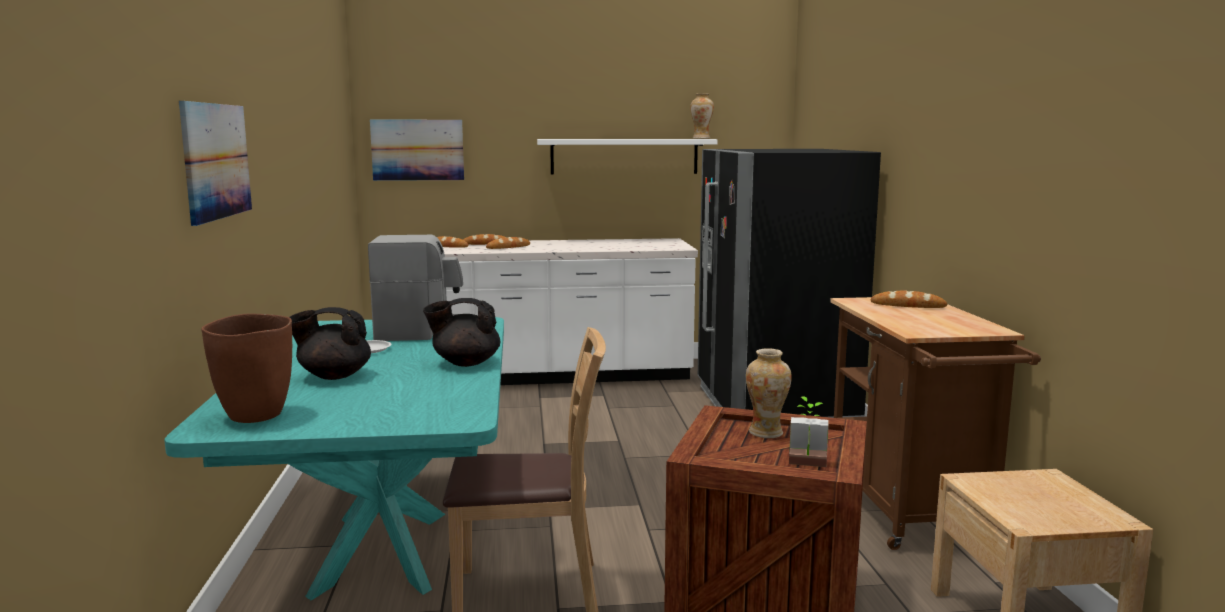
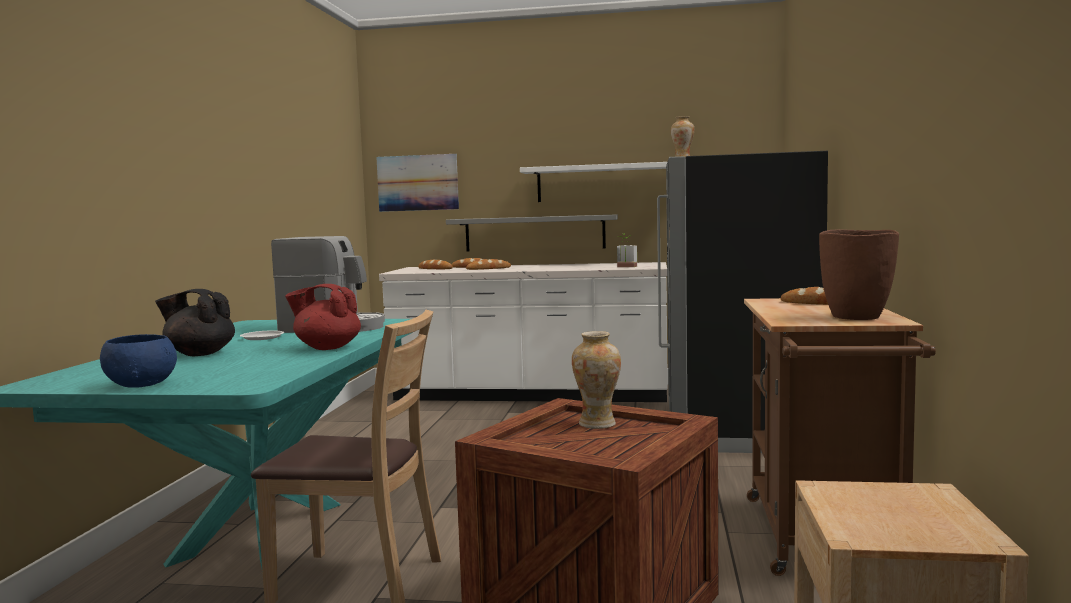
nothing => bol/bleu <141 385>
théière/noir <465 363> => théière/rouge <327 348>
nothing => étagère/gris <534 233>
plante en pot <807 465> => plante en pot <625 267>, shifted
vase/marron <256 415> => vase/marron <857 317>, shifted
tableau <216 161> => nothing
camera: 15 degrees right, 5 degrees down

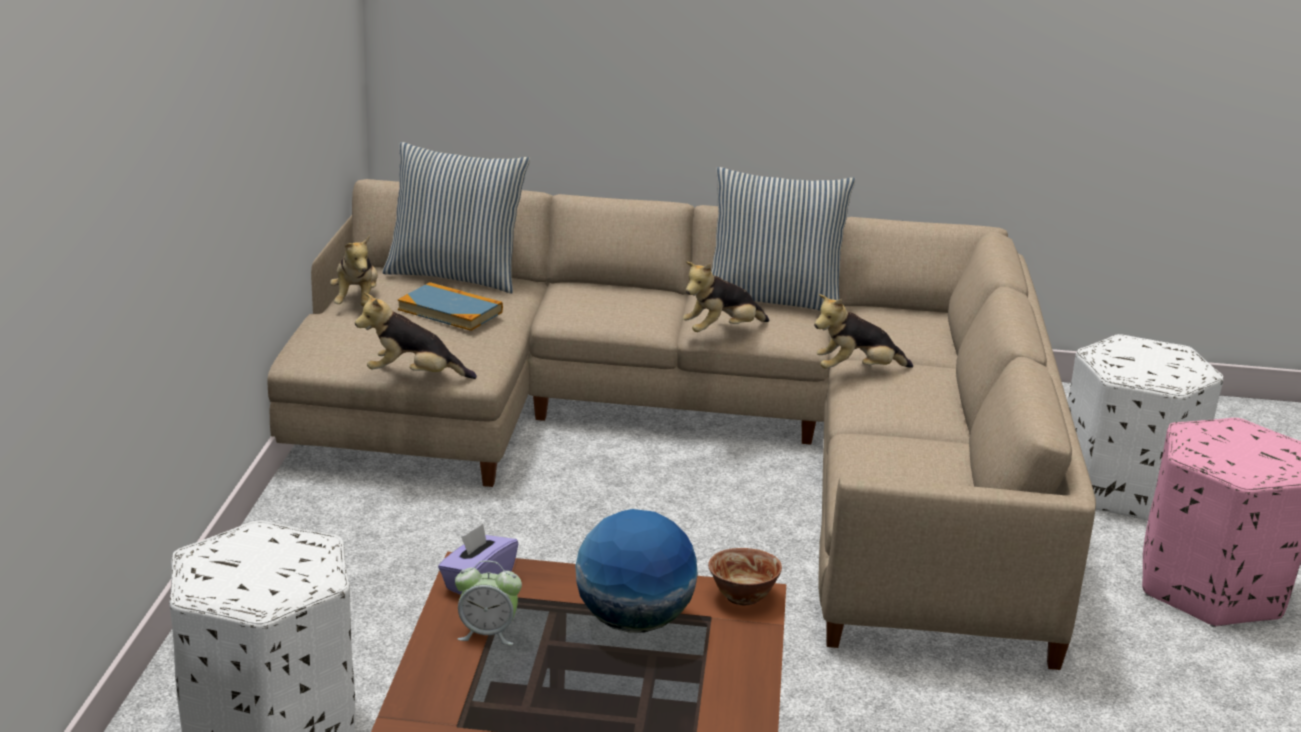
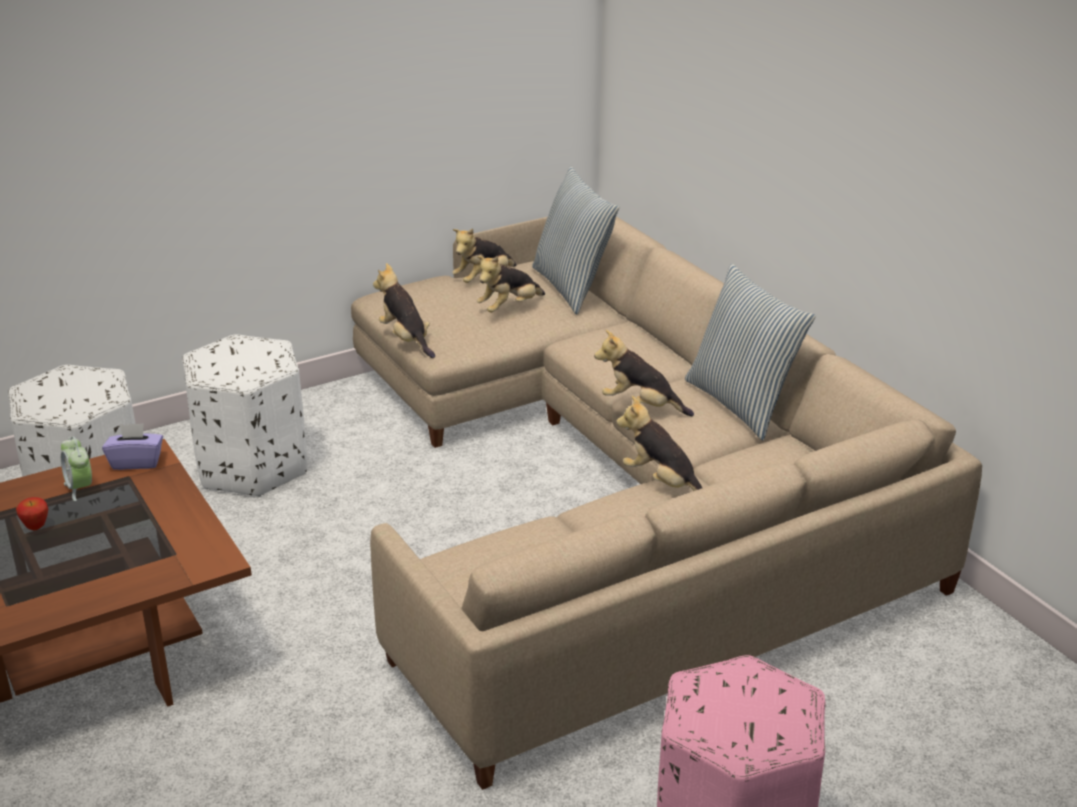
nothing => pomme <36 527>
pouf/blanc <1124 488> => pouf/blanc <253 466>, shifted
livre <450 311> => peluche <509 308>
globe <634 621> => nothing
bol <742 597> => nothing
camera: 55 degrees right, 5 degrees up

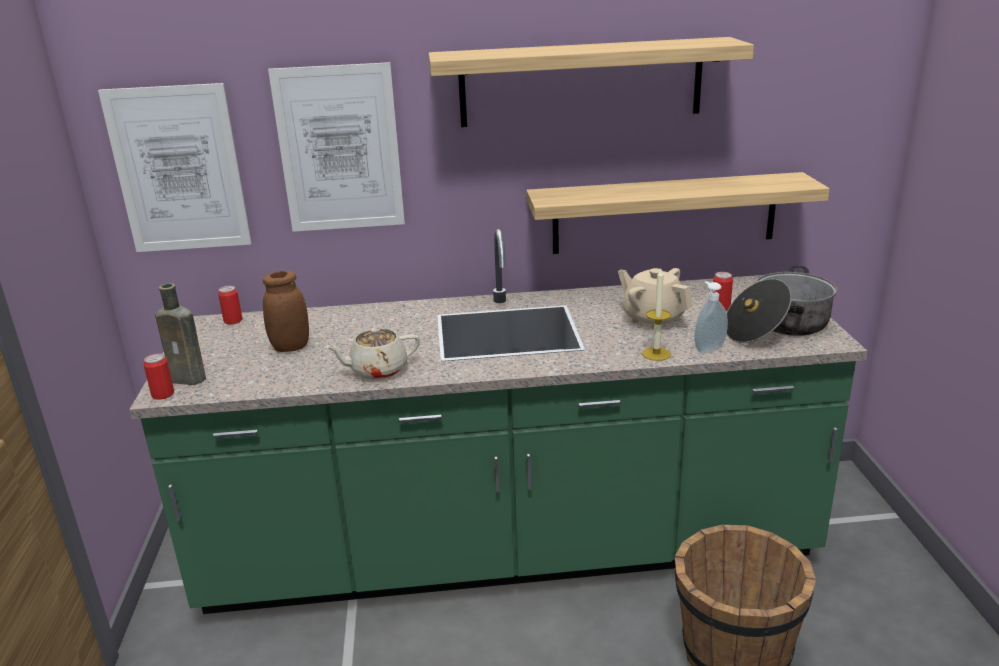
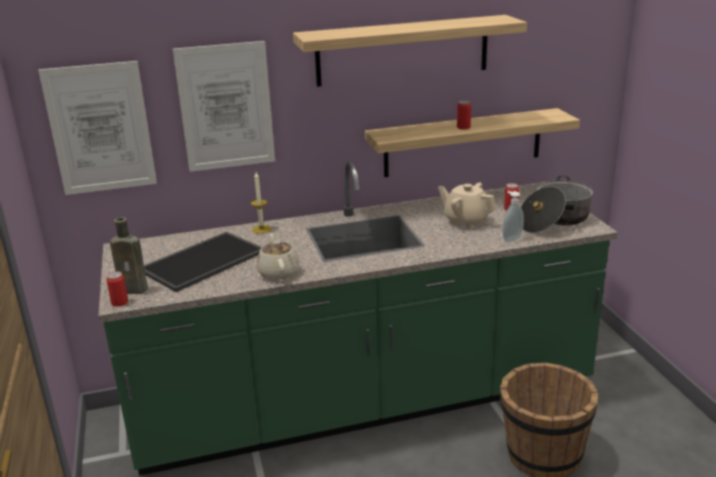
bocal/marron <290 347> => plateau <203 260>
bougie <656 354> => bougie <261 229>, shifted
théière/beige <377 370> => théière/beige <278 272>, 105 degrees clockwise
boîte métallique <233 321> => boîte métallique <463 127>, shifted
camera: 10 degrees left, 0 degrees up

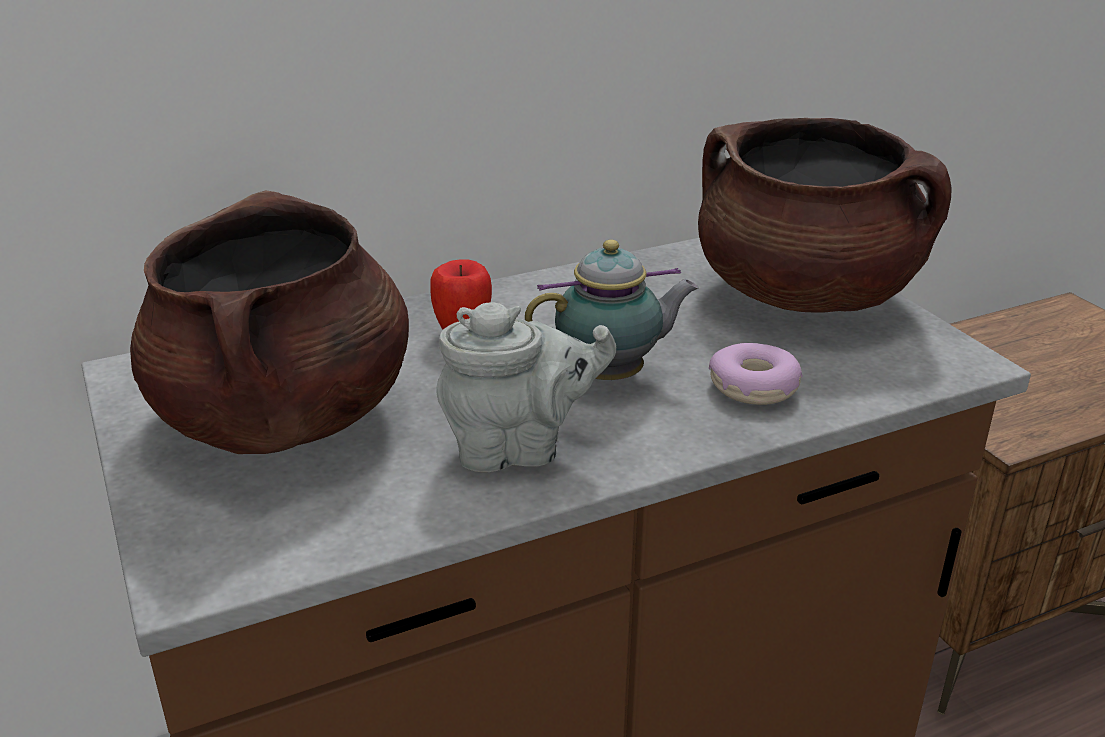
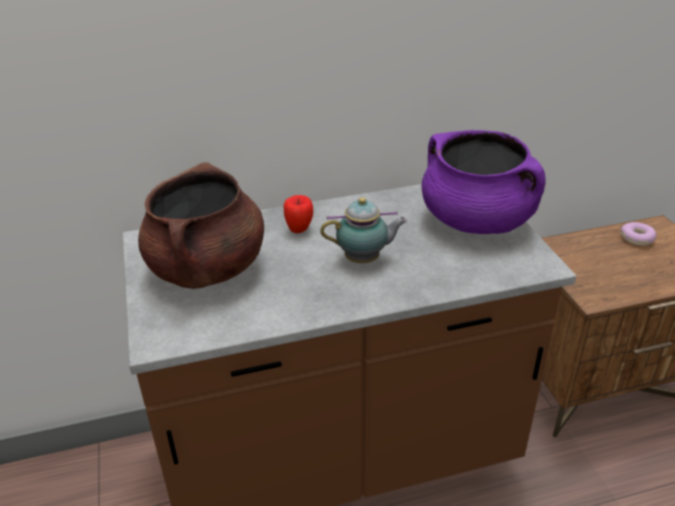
marmite/marron <805 295> => marmite/violet <477 221>
beignet <754 387> => beignet <637 239>, shifted
théière/gris <519 449> => nothing
camera: 10 degrees right, 5 degrees up

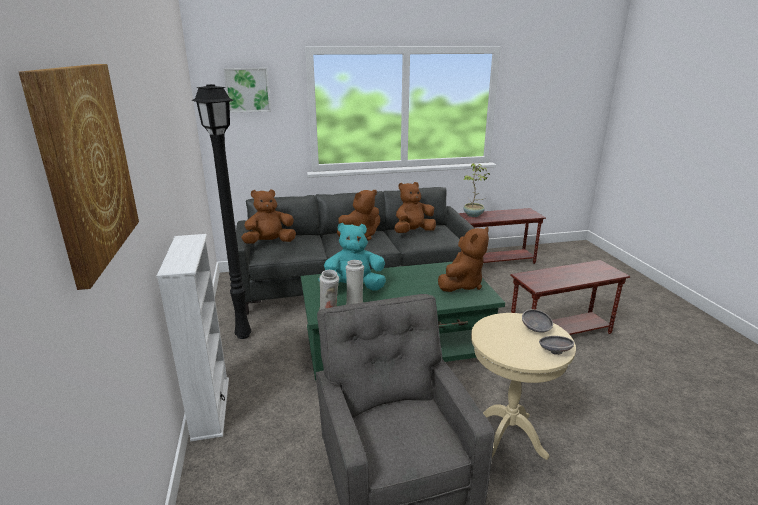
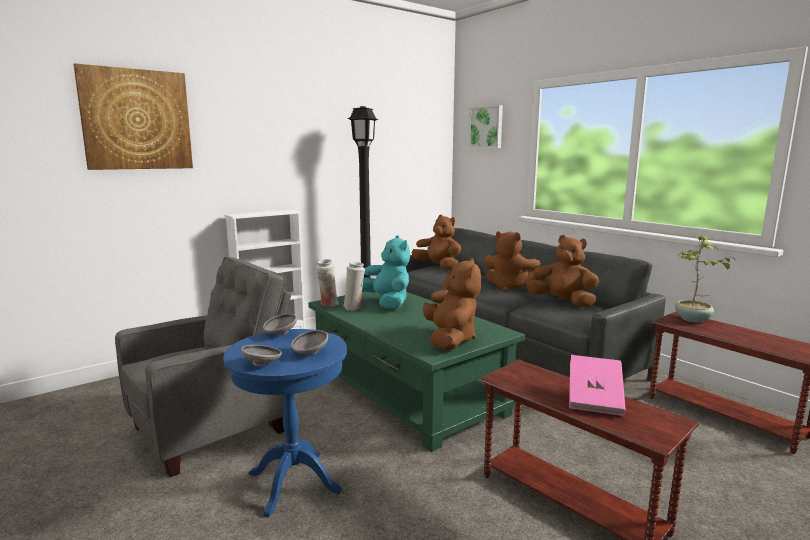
table d'appoint/beige <508 436> => table d'appoint/bleu <294 482>
nothing => bol/gris <280 334>
peluche/marron <462 284> => peluche/marron <450 339>, 105 degrees counterclockwise
nothing => livre/rose <594 399>
camera: 65 degrees right, 10 degrees down

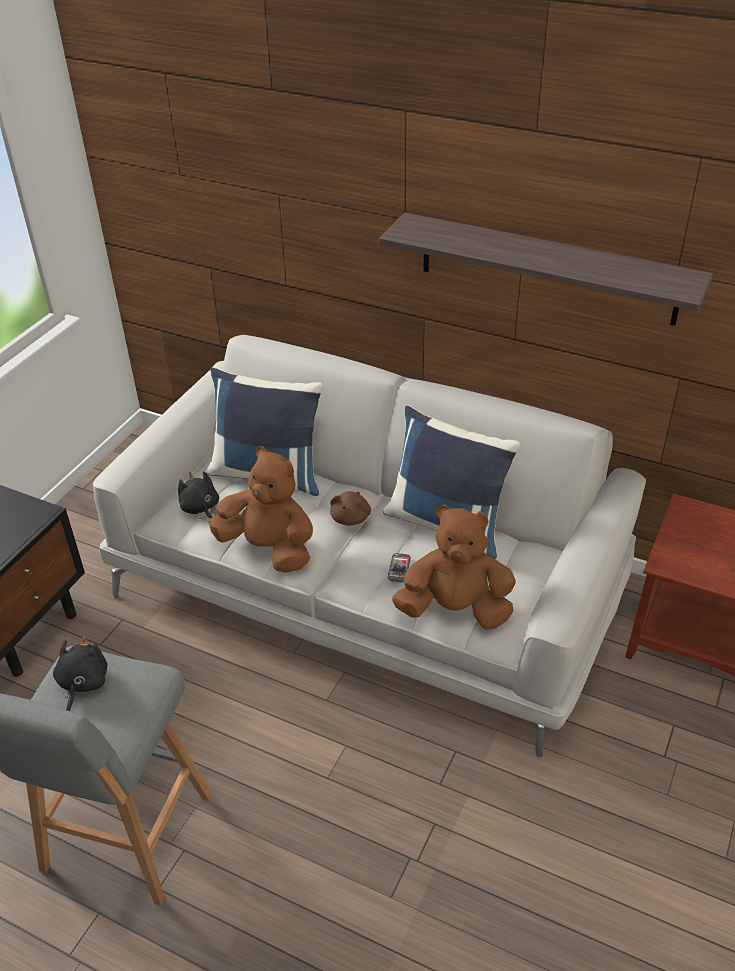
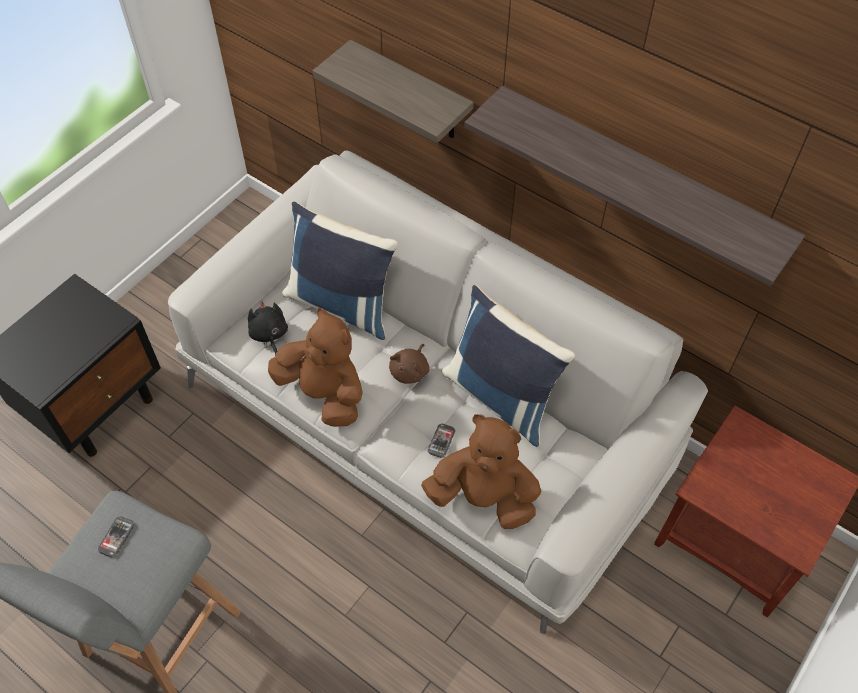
peluche/noir <82 683> => téléphone <116 537>
nothing => étagère <410 92>
camera: 10 degrees right, 15 degrees up

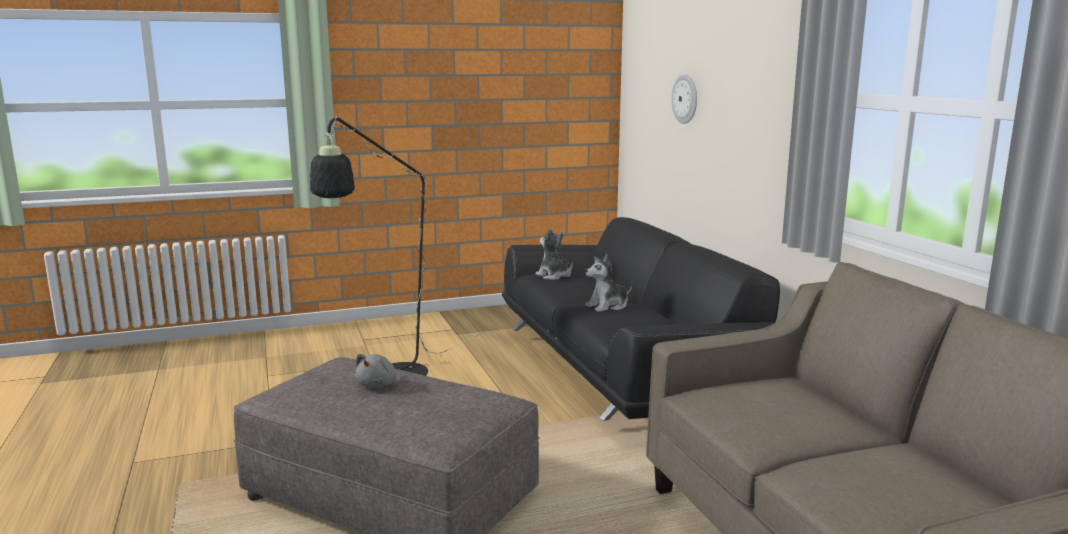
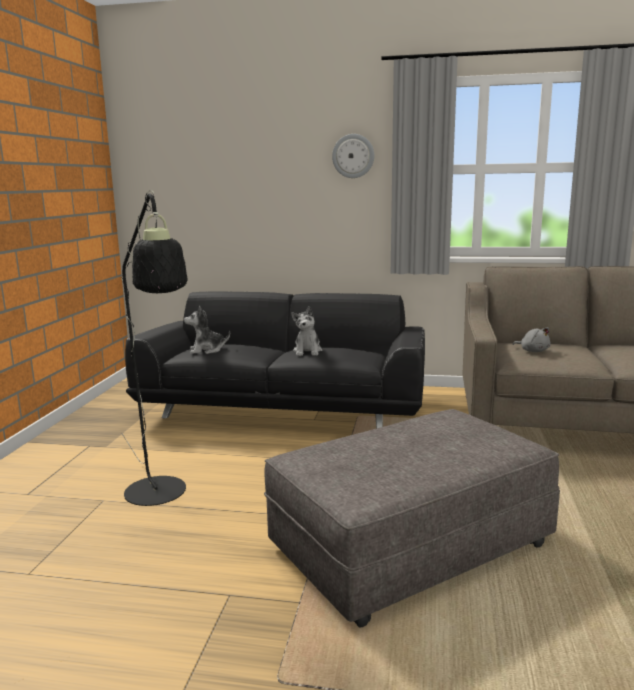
horloge murale <685 99> => horloge murale <353 156>, shifted
peluche/gris <378 385> => peluche/gris <533 351>, shifted
camera: 60 degrees left, 0 degrees up

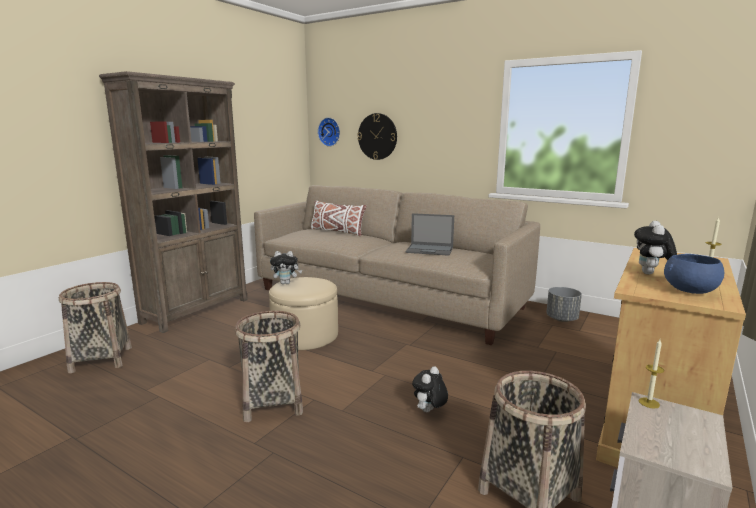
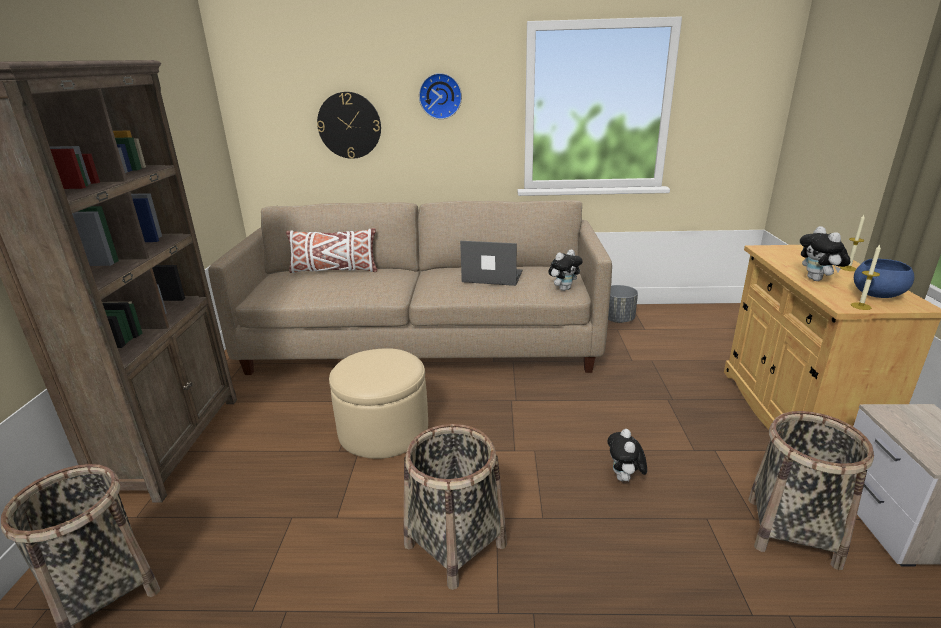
horloge murale <330 132> => horloge murale <440 96>, shifted
ordinateur portable <430 250> => ordinateur portable <491 276>, 150 degrees counterclockwise
peluche <286 283> => peluche <564 288>, shifted
bougie <649 403> => bougie <860 306>, shifted
camera: 30 degrees left, 10 degrees up

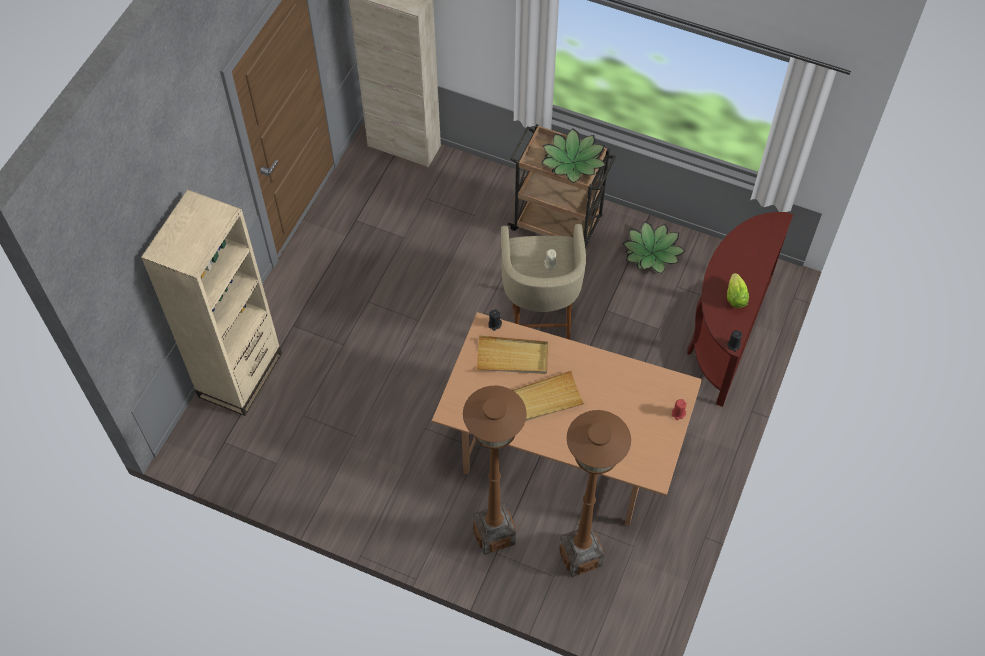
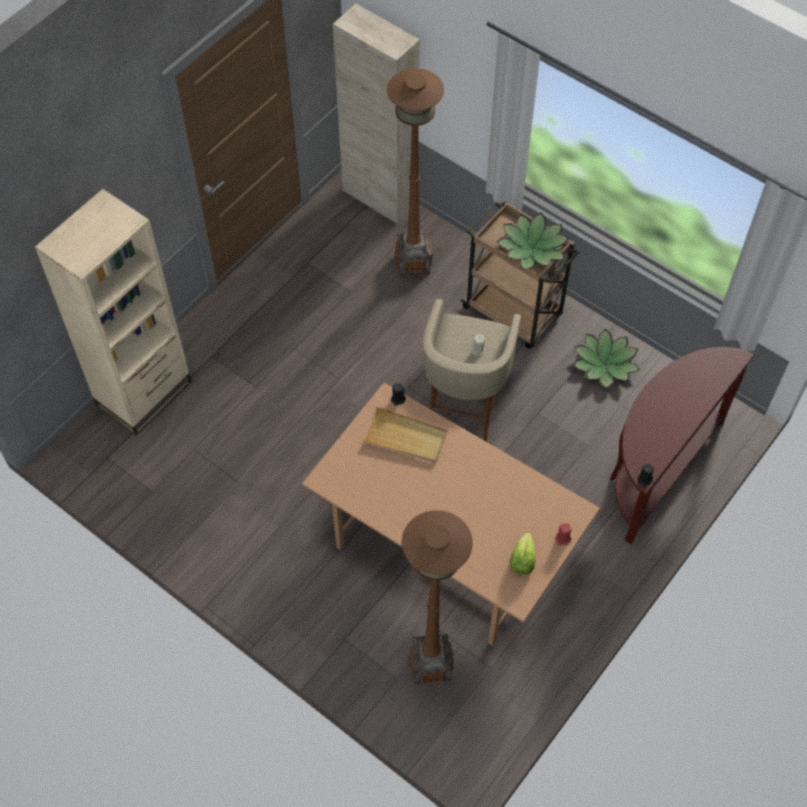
lampadaire/marron <494 535> => lampadaire/marron <413 263>, shifted
laitue <735 297> => laitue <522 560>, shifted
plateau/beige <544 400> => nothing
camera: 15 degrees right, 0 degrees up

